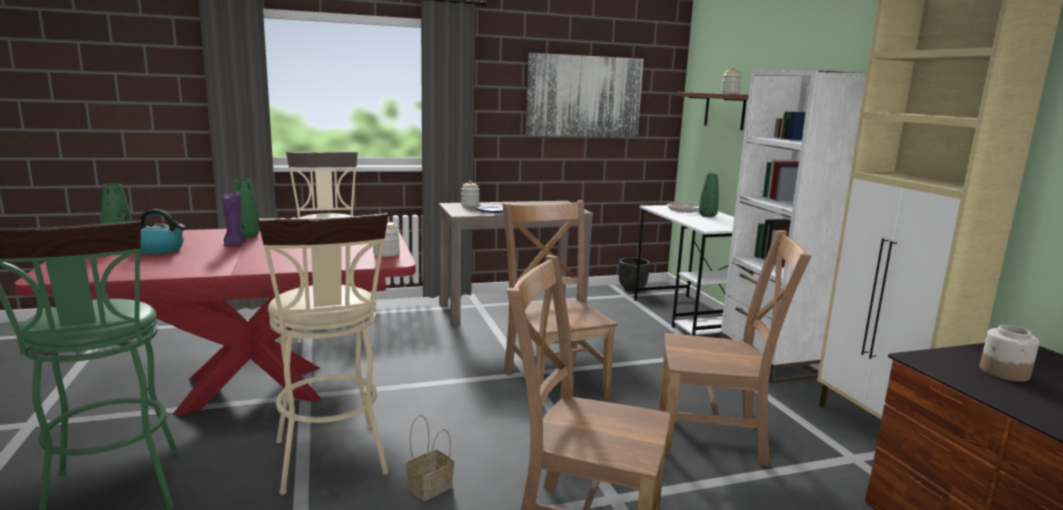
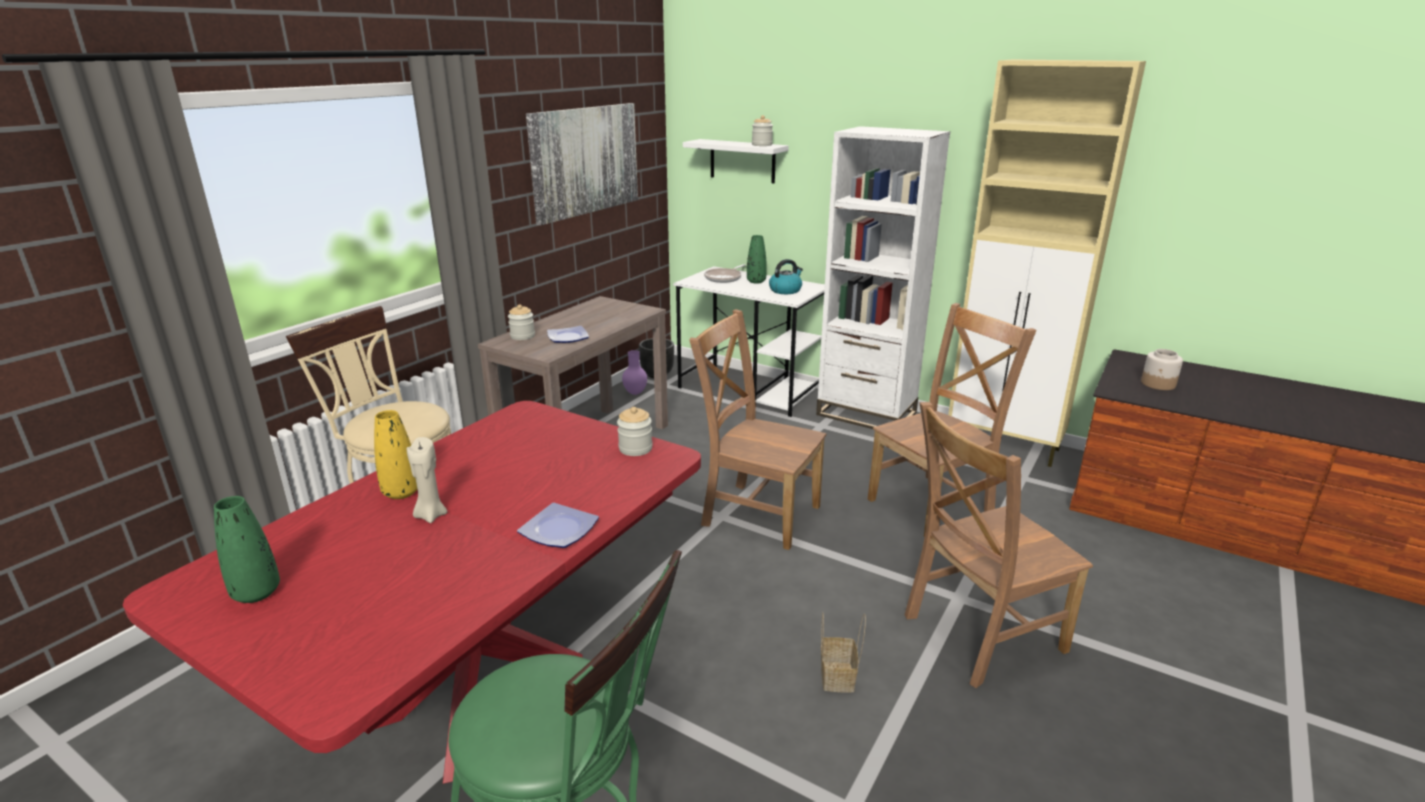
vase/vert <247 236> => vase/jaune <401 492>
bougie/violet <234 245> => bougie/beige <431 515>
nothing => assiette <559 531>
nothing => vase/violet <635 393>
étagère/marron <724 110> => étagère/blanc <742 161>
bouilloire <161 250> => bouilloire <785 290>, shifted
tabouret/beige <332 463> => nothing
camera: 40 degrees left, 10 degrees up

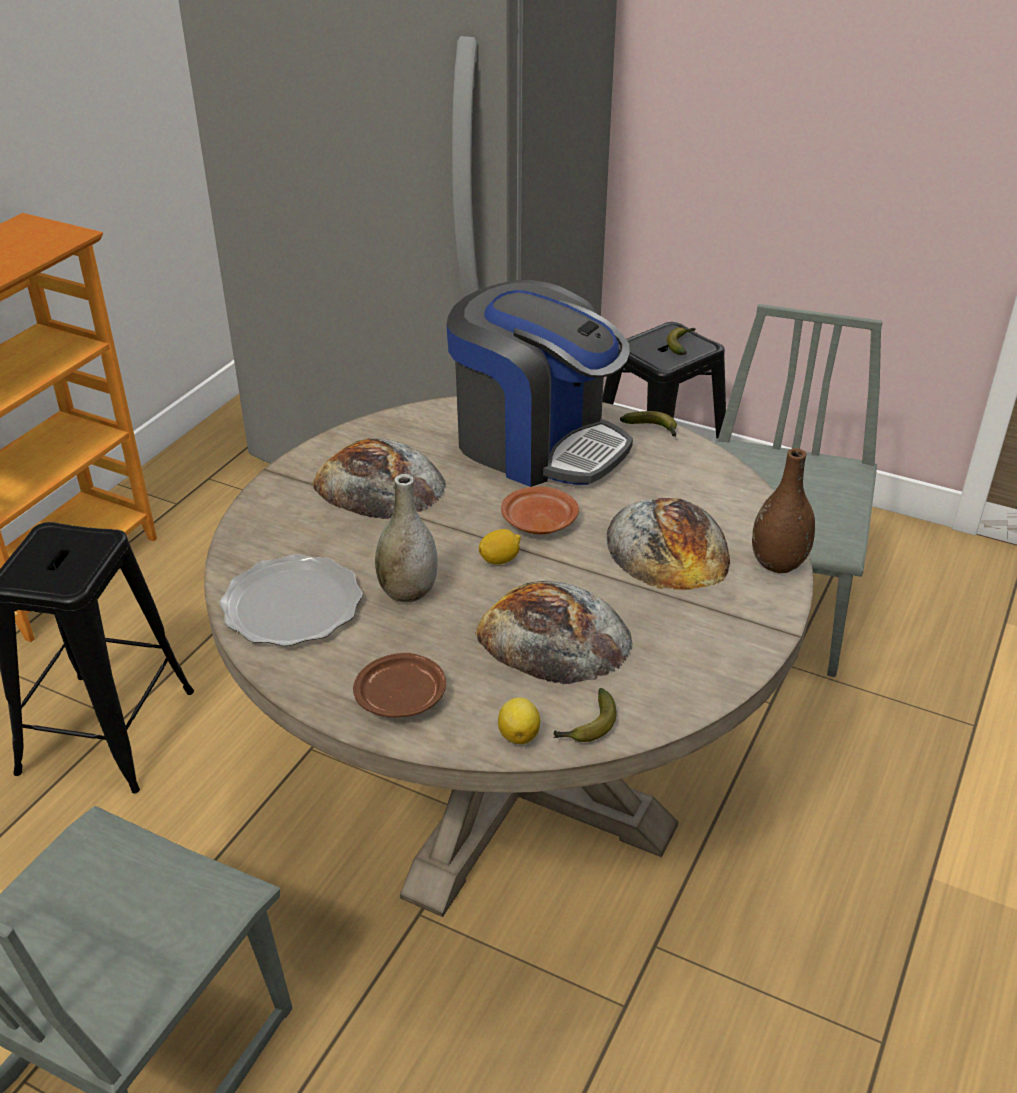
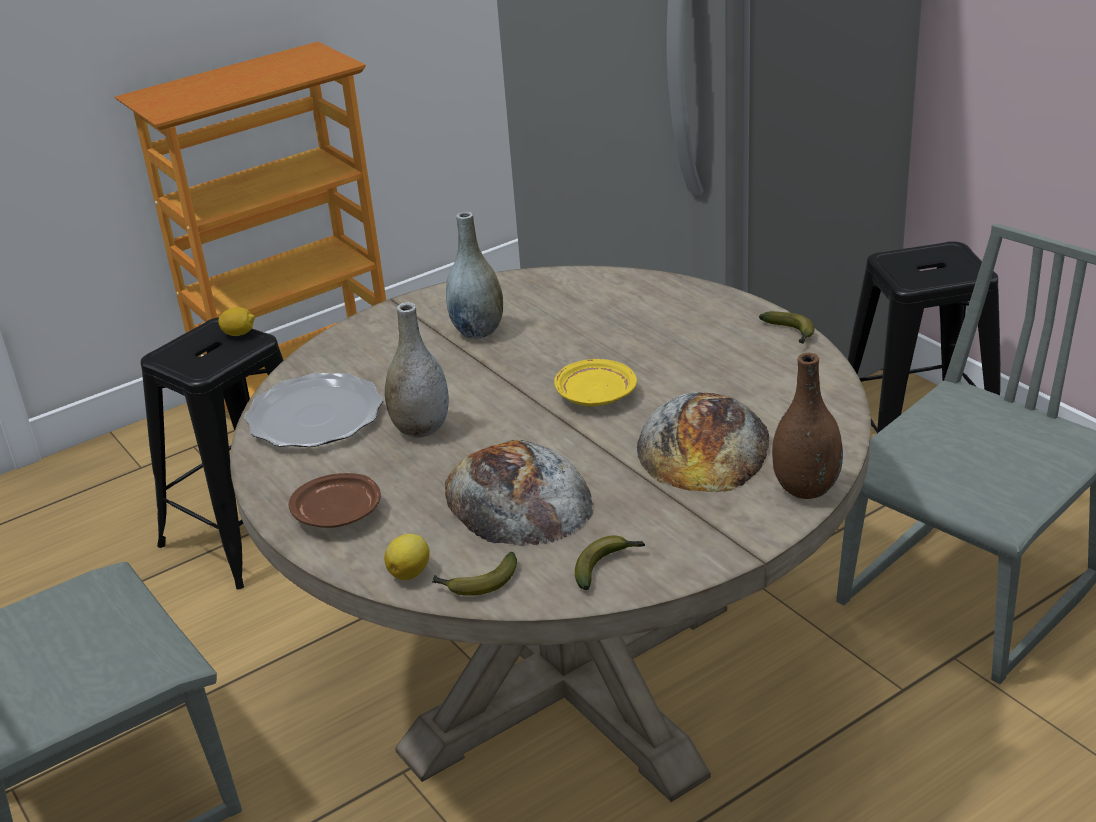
citron <500 559> => citron <239 333>, shifted
pain <379 484> => vase/gris <477 331>
assiette/marron <538 521> => assiette/jaune <594 395>
banane <681 344> => banane <607 566>, shifted
machine à café <537 444> => nothing
camera: 30 degrees right, 5 degrees down

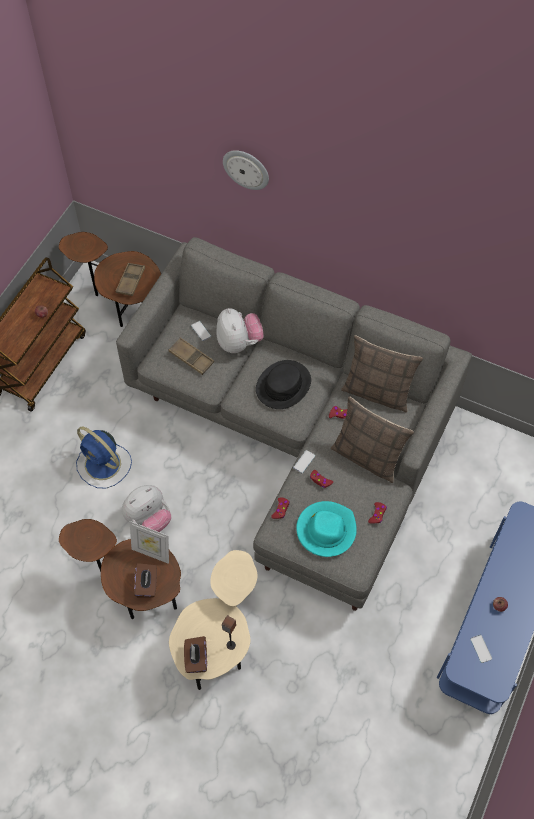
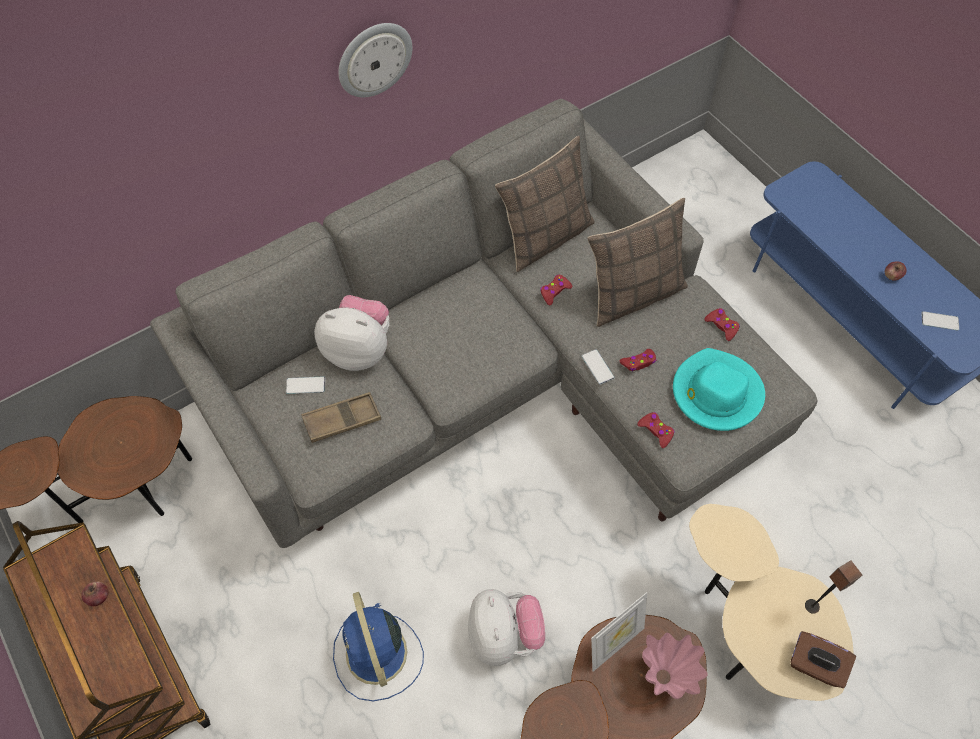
ventilateur/bleu <104 465> => ventilateur/bleu <377 655>, 90 degrees clockwise
horloge murale <246 169> => horloge murale <374 59>, shifted
boîte à mouchoirs/marron <147 585> => vase/rose <664 678>
plateau/marron <130 281> => nothing
chapeau/noir <283 385> => nothing
camera: 60 degrees left, 0 degrees up

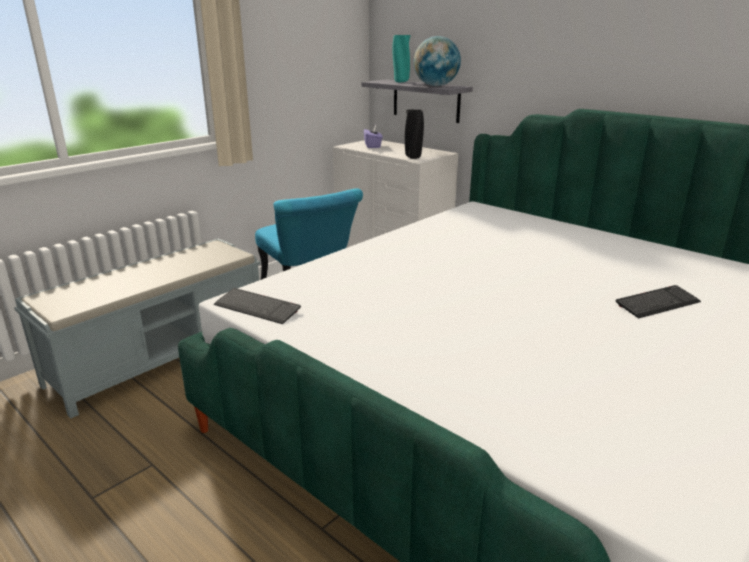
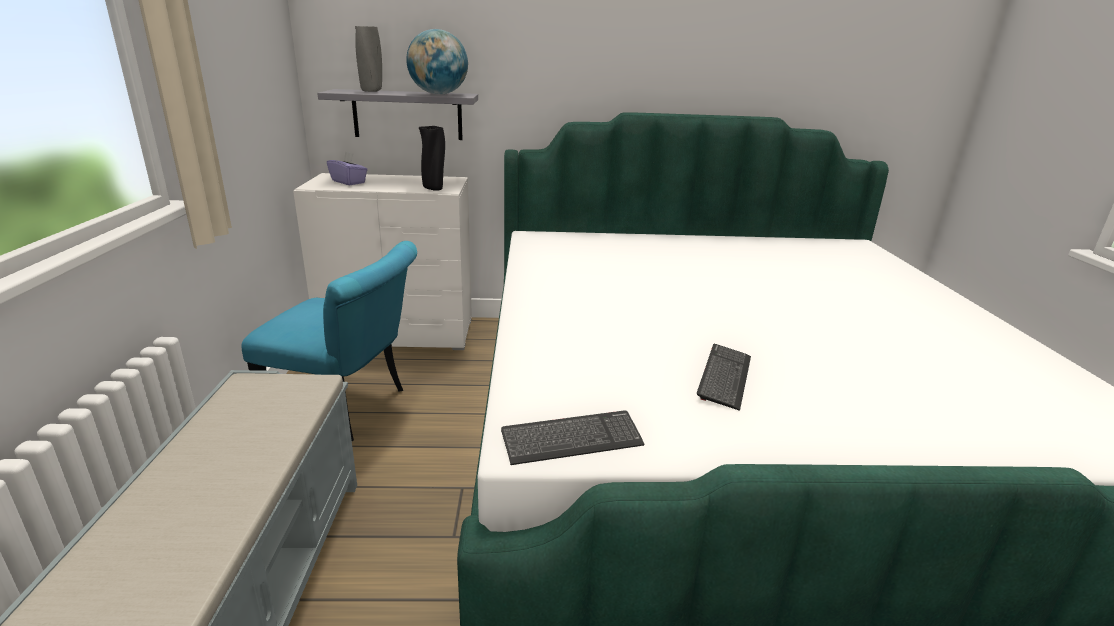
vase/turquoise <401 81> => vase/gris <372 91>
clavier <657 303> => clavier <724 377>, shifted
camera: 45 degrees left, 0 degrees up

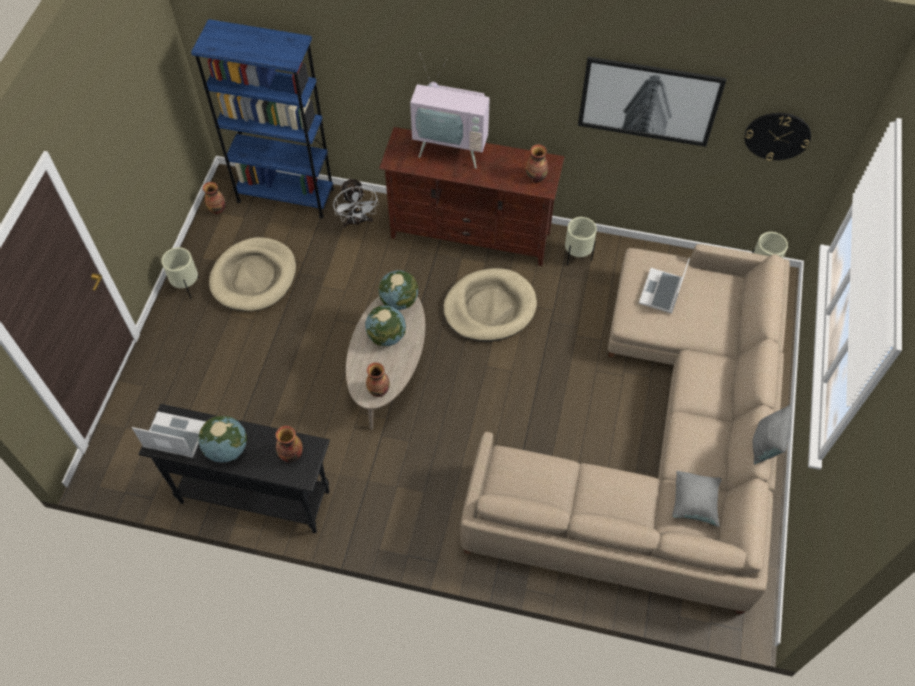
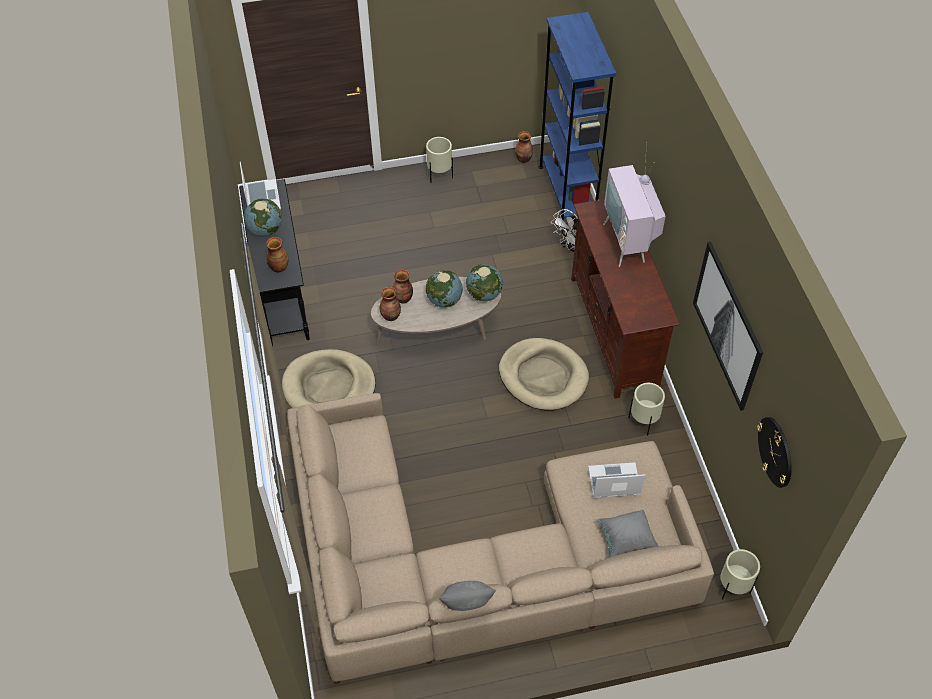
panier pour chien/beige <254 277> => panier pour chien/beige <329 387>, shifted
vase <536 177> => vase <403 299>, shifted
coussin/gris <694 503> => coussin/gris <625 539>, shifted
camera: 65 degrees right, 5 degrees down

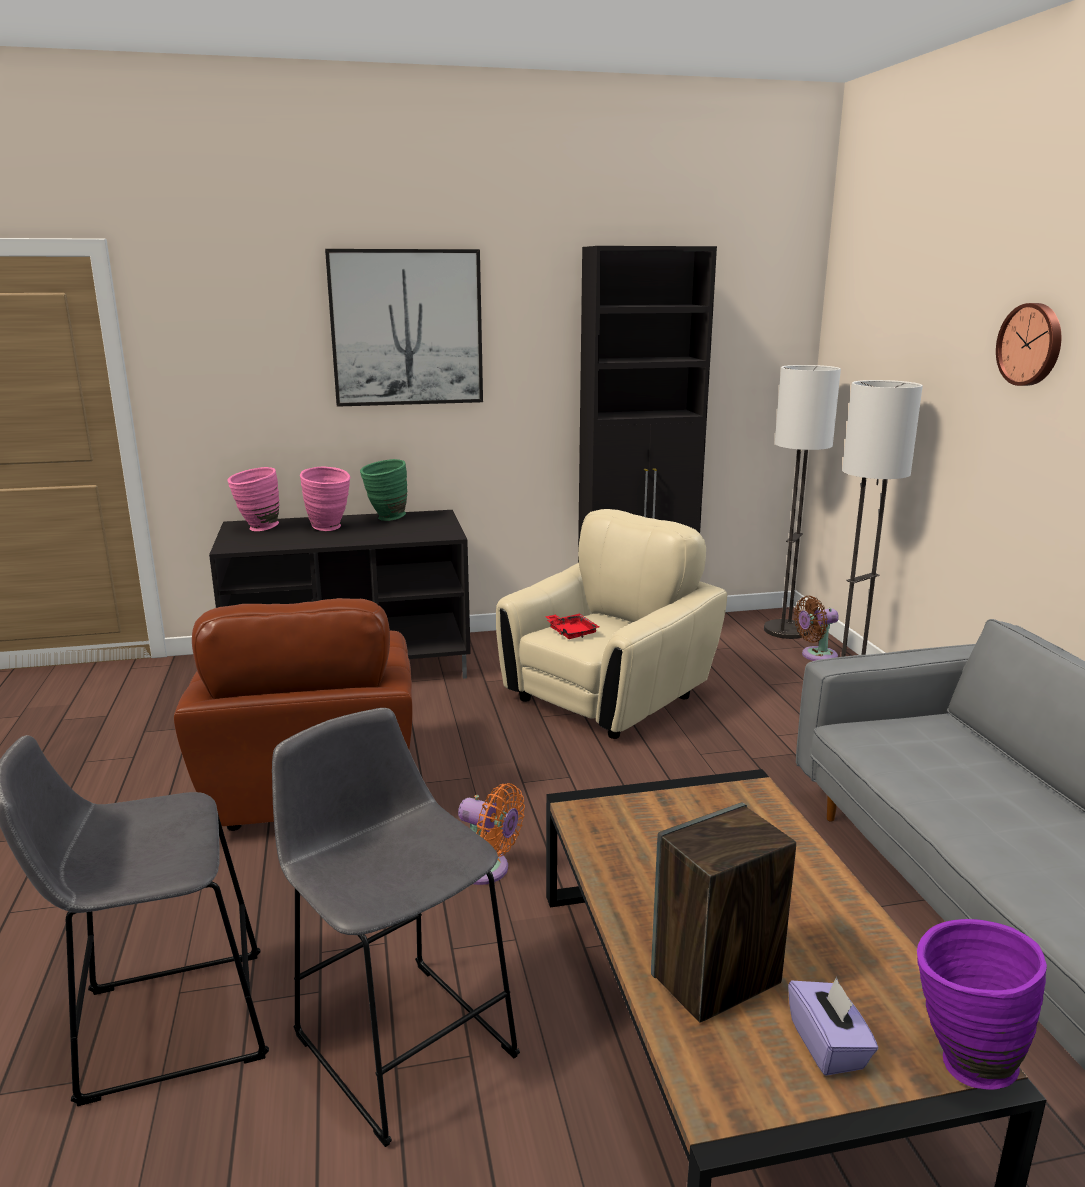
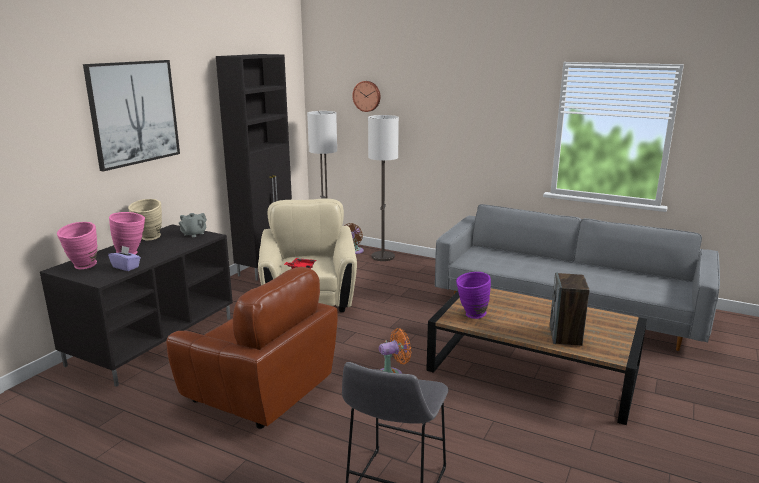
boîte à mouchoirs/violet <828 1045> => boîte à mouchoirs/violet <126 267>, shifted
vase/vert <386 519> => vase/beige <149 239>
nothing => théière/gris <193 234>
horloge murale <1031 344> => horloge murale <367 96>, shifted
vase/violet <959 1061> => vase/violet <471 315>, shifted
tabouret/gris <399 1037> => nothing
camera: 50 degrees left, 0 degrees up

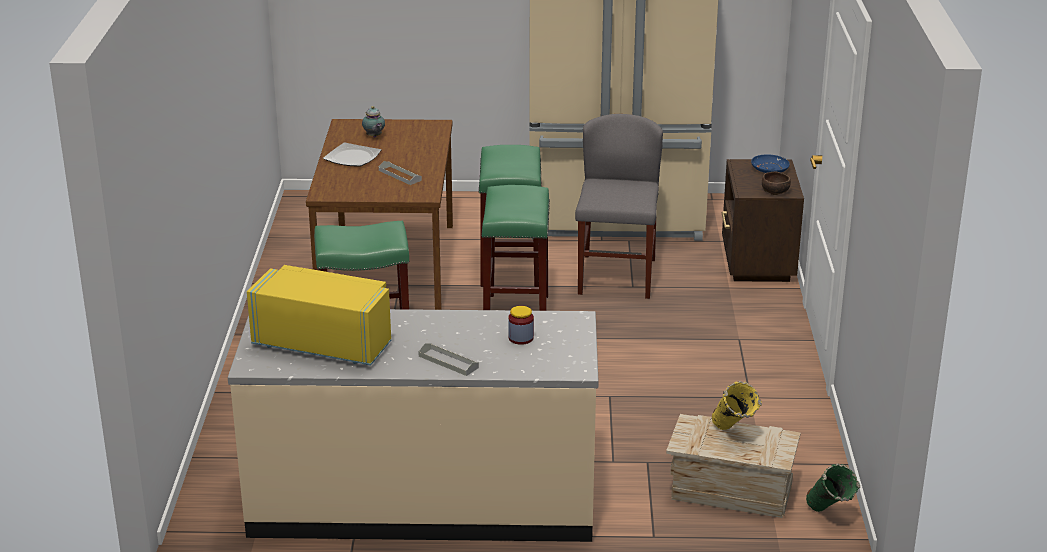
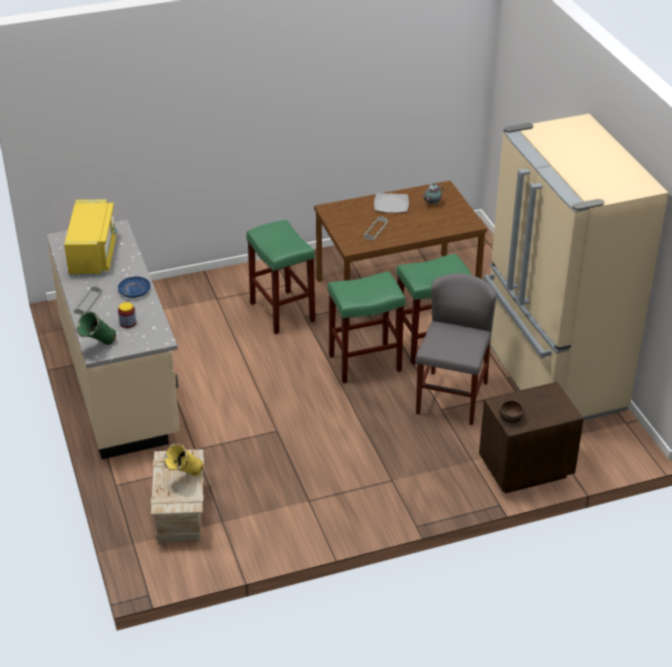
vase/vert <829 516> => vase/vert <98 347>, shifted
assiette/bleu <769 169> => assiette/bleu <134 291>, shifted
chaise/gris <616 276> => chaise/gris <452 398>, 60 degrees counterclockwise
camera: 70 degrees right, 10 degrees up

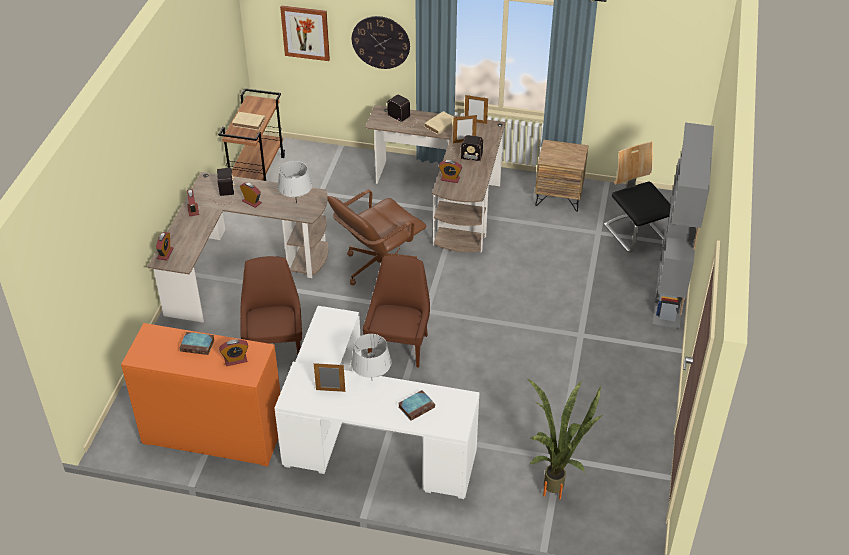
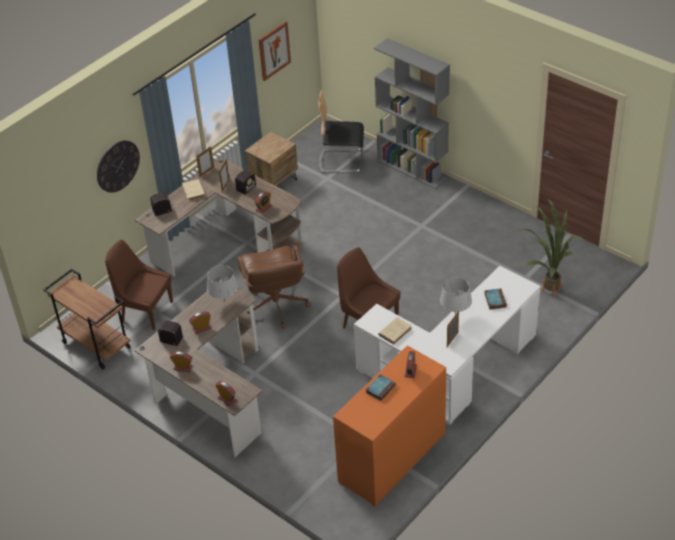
chaise/marron <275 346> => chaise/marron <145 311>, shifted
tableau <305 32> => tableau <273 50>, shifted
livre/beige <249 122> => livre/beige <395 331>, shifted
camera: 60 degrees left, 0 degrees up

